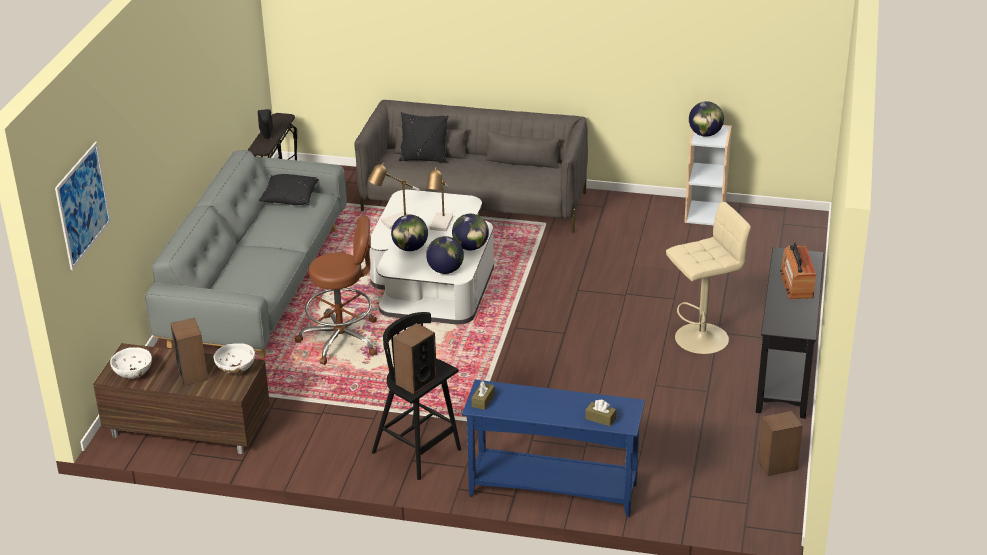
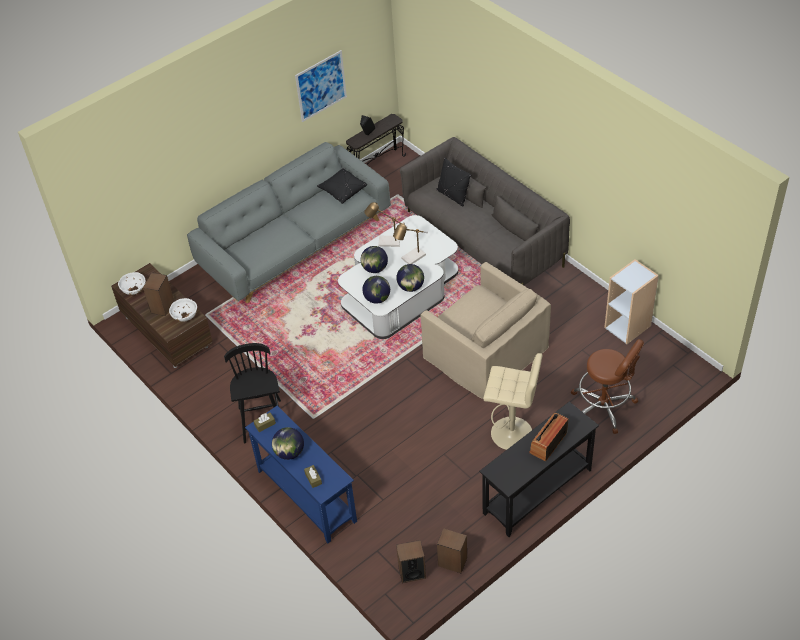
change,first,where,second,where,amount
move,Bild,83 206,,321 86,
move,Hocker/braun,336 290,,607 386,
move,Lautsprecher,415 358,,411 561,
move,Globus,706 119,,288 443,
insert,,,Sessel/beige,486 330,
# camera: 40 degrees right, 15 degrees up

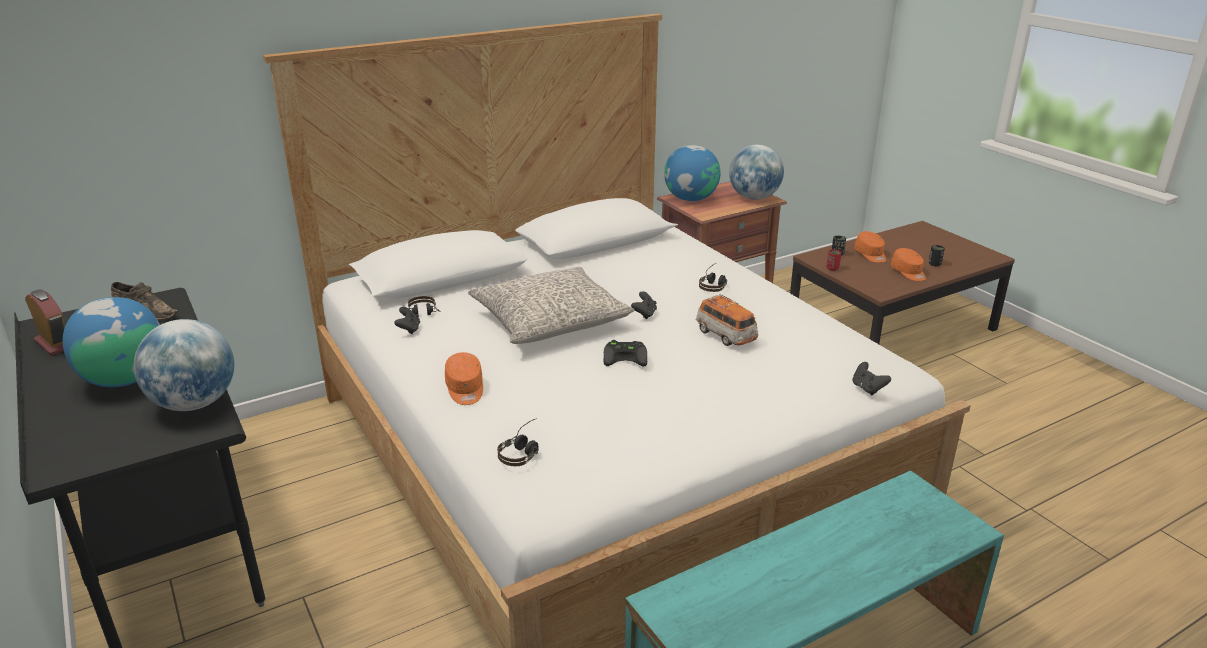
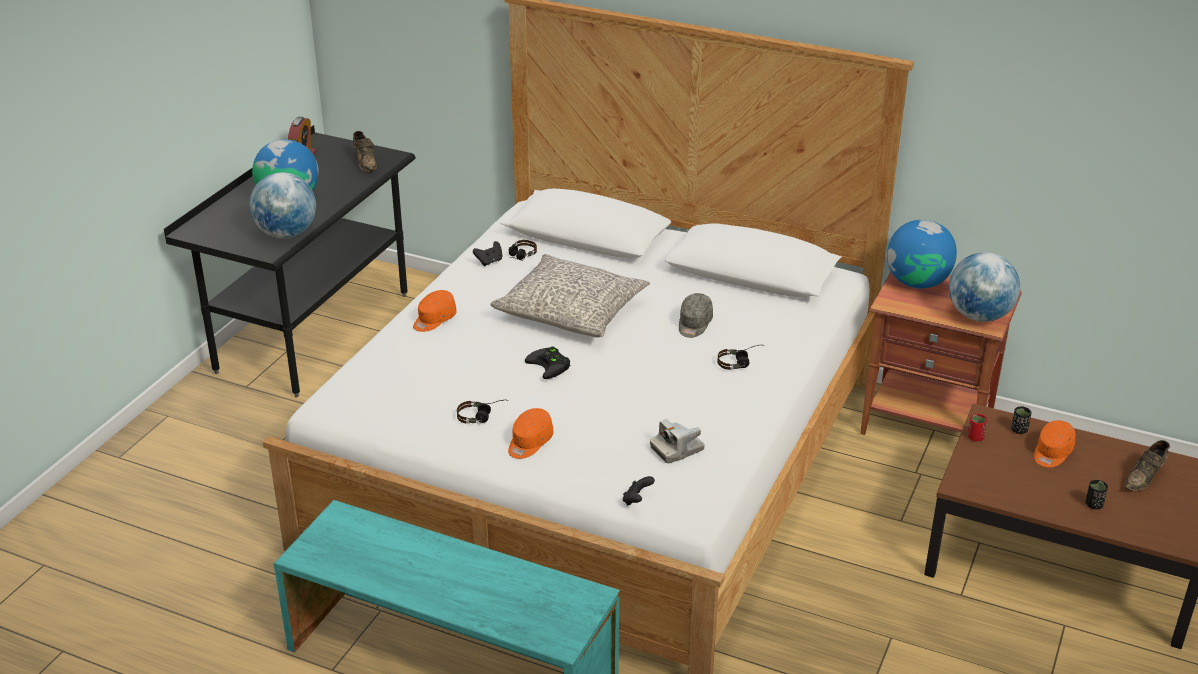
change,first,where,second,where,amount
move,Kopfhörer,518 442,,483 411,
delete,Gamepad/schwarz,644 305,,,
delete,Spielzeugauto,727 320,,,
move,Kappe/orange,908 264,,530 433,
insert,,,Kamera,677 441,
insert,,,Kappe/grau,696 315,
insert,,,Schuh/braun,1147 465,
# camera: 55 degrees right, 5 degrees up

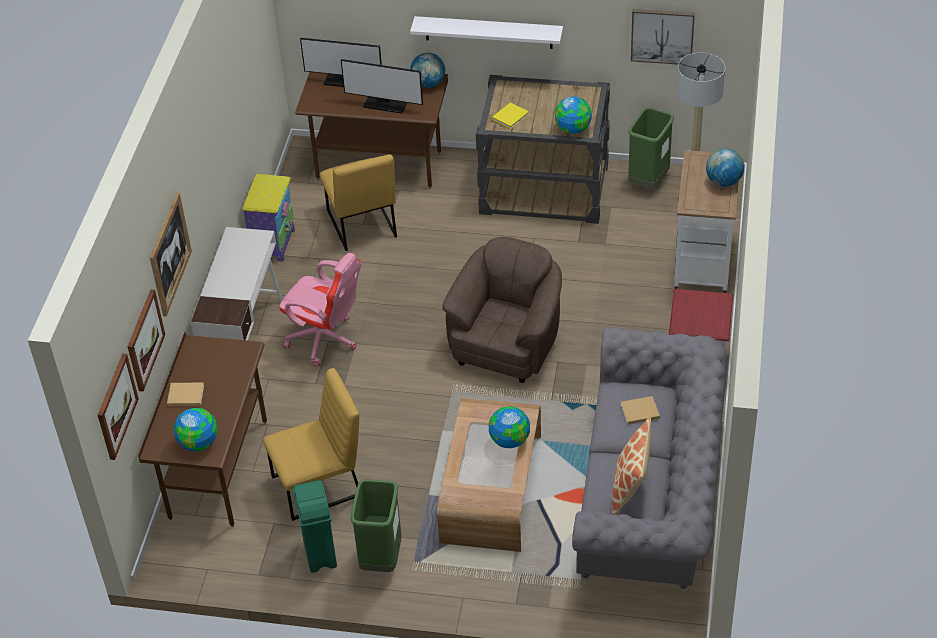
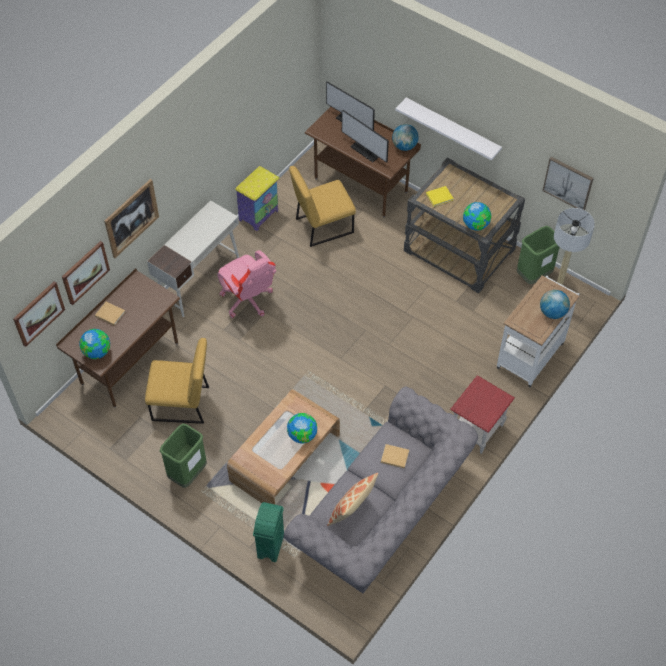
change,first,where,second,where,amount
move,Mülleimer/grün,315 526,,268 532,
rotate,Stuhl/gelb,358 203,,322 206,60 degrees clockwise
delete,Sessel/braun,502 310,,,
# camera: 25 degrees right, 10 degrees up

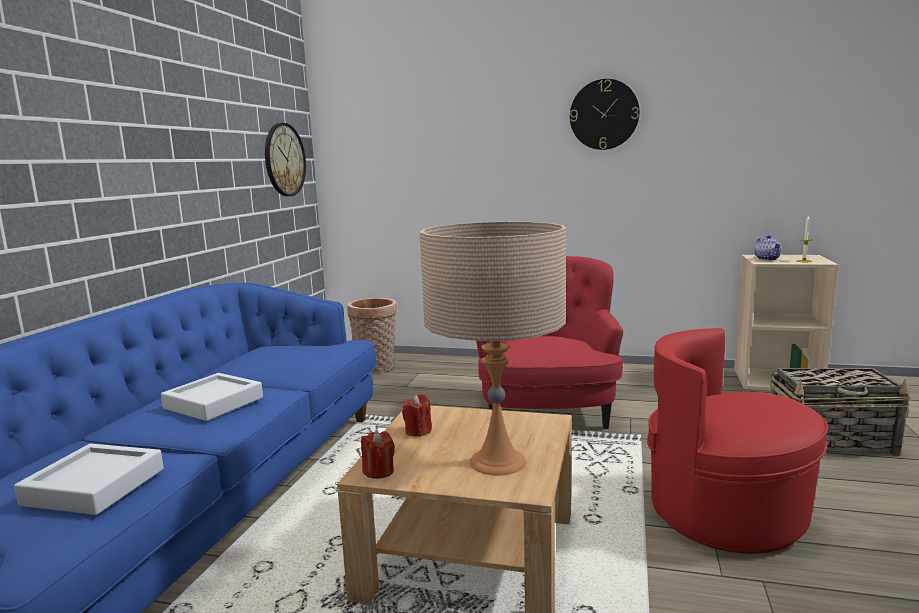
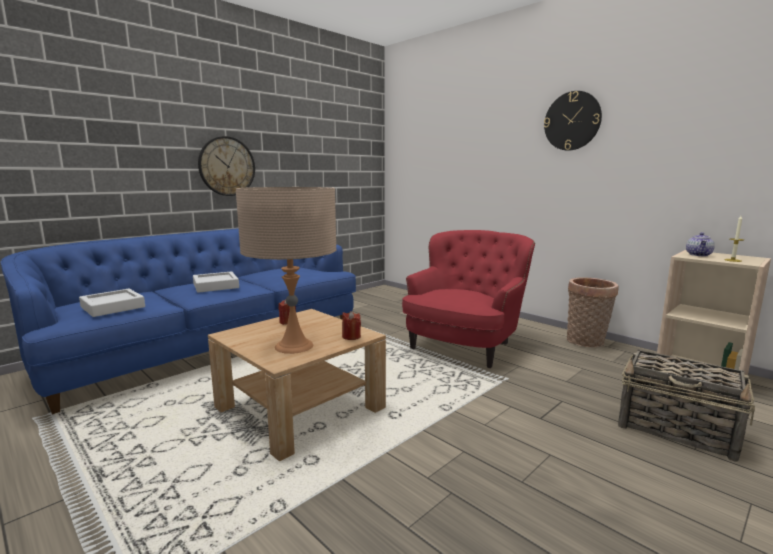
change,first,where,second,where,amount
move,Wanduhr,285 159,,226 166,
move,Korb,372 335,,593 312,
move,Kerze/rot,378 455,,351 325,
delete,Sessel/rot,737 441,,,
# camera: 30 degrees right, 0 degrees up

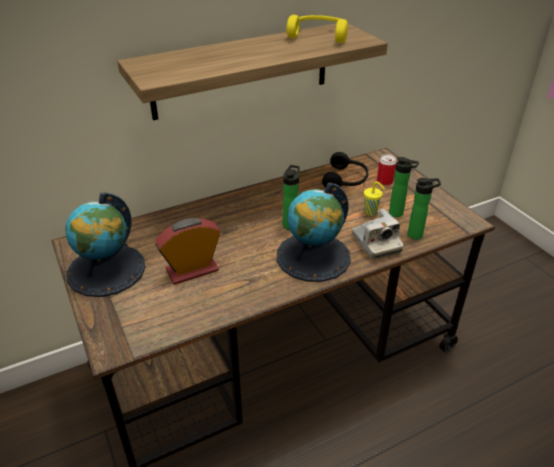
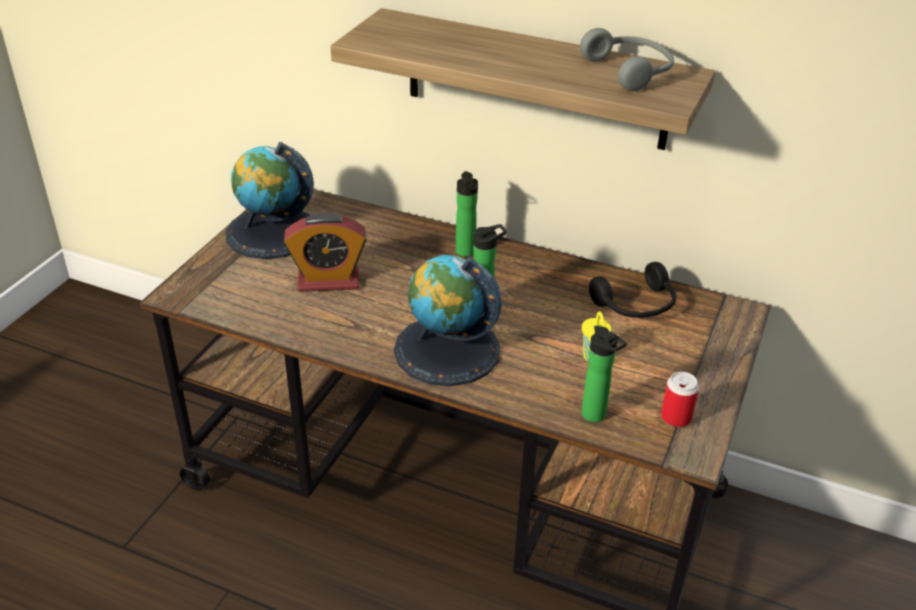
change,first,where,second,where,amount
rotate,Wecker,188 251,,325 252,150 degrees clockwise
recolor,Kopfhörer/gelb,317 29,Kopfhörer/grau,627 59,
delete,Kamera,378 234,,,
move,Dose,387 170,,680 399,
move,Flasche,404 187,,467 214,
# camera: 50 degrees right, 0 degrees up

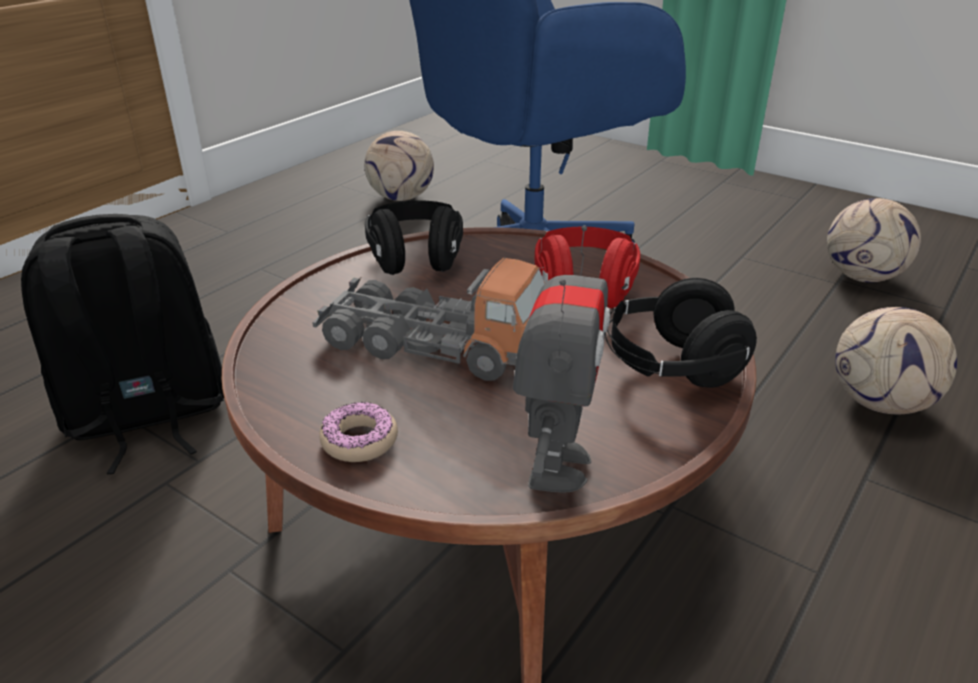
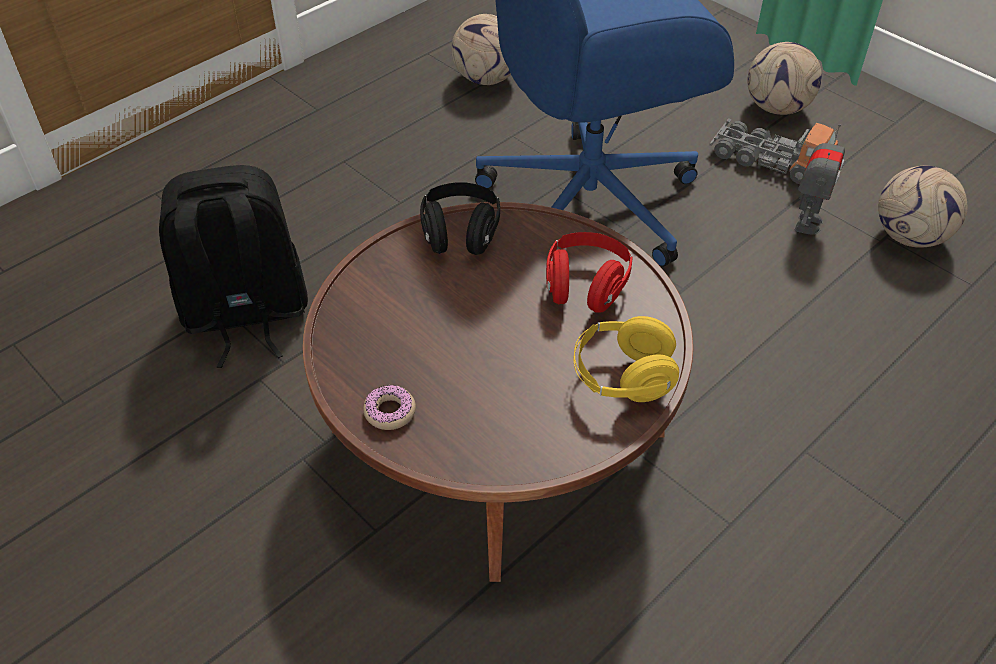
change,first,where,second,where,amount
move,Spielzeuglaster,428 319,,774 151,
move,Spielzeugroboter,561 359,,819 179,
recolor,Kopfhörer/schwarz,681 333,Kopfhörer/gelb,626 359,
move,Fußball,896 360,,784 78,
# camera: 10 degrees right, 15 degrees up

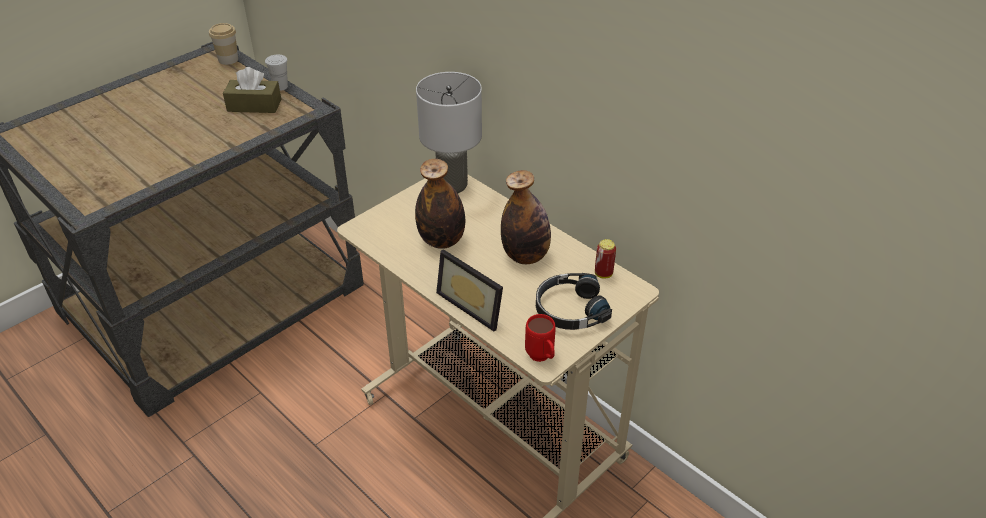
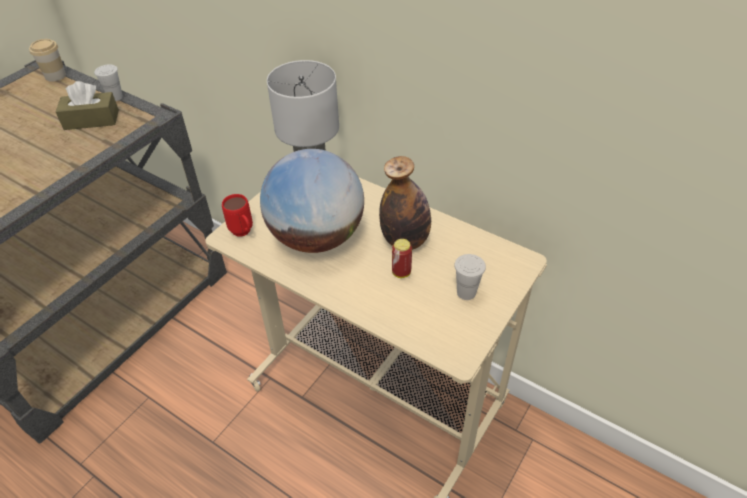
change,first,where,second,where,amount
replace,Flasche,440 204,Globus,312 201,
delete,Bilderrahmen,469 290,,,
move,Henkelbecher/rot,540 338,,237 215,
replace,Kopfhörer/schwarz,574 301,Tasse/weiß,470 277,
move,Dose,605 259,,402 258,
# camera: 10 degrees left, 5 degrees up

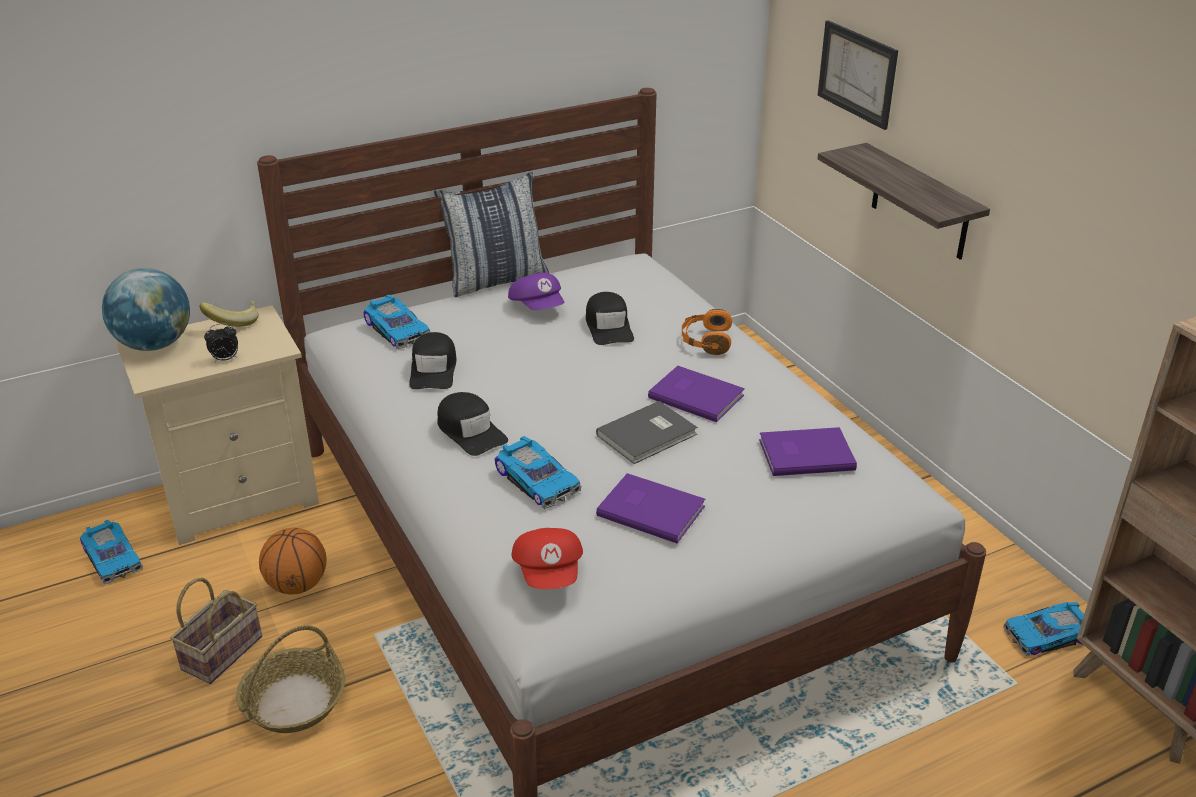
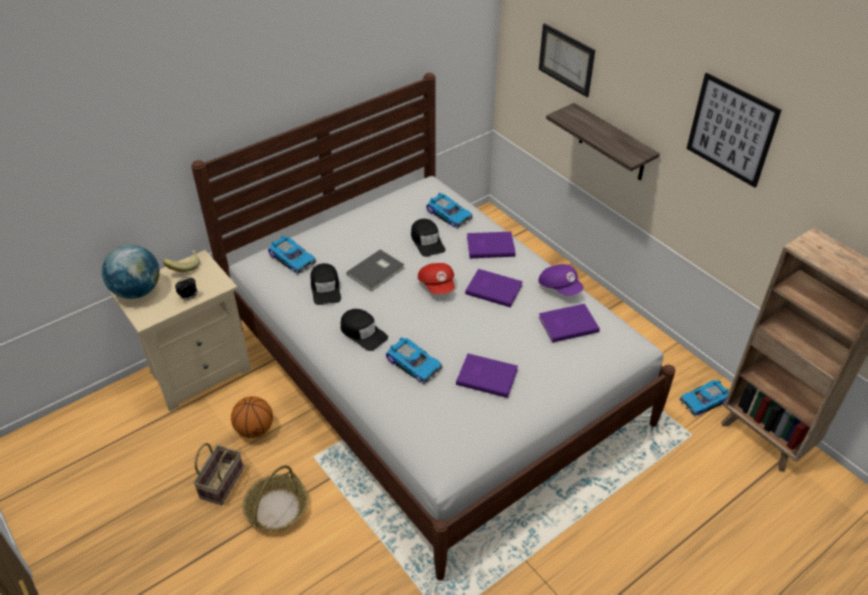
change,first,where,second,where,amount
move,Spielzeugauto,111 552,,449 211,
delete,Kissen,491 234,,,
move,Kappe/lila,536 291,,561 280,
move,Kappe/rot,547 558,,436 278,
move,Buch/grau,647 432,,375 270,
replace,Kopfhörer/orange,707 332,Buch/lila,491 245,
insert,,,Bild,733 130,
# camera: 10 degrees left, 10 degrees up

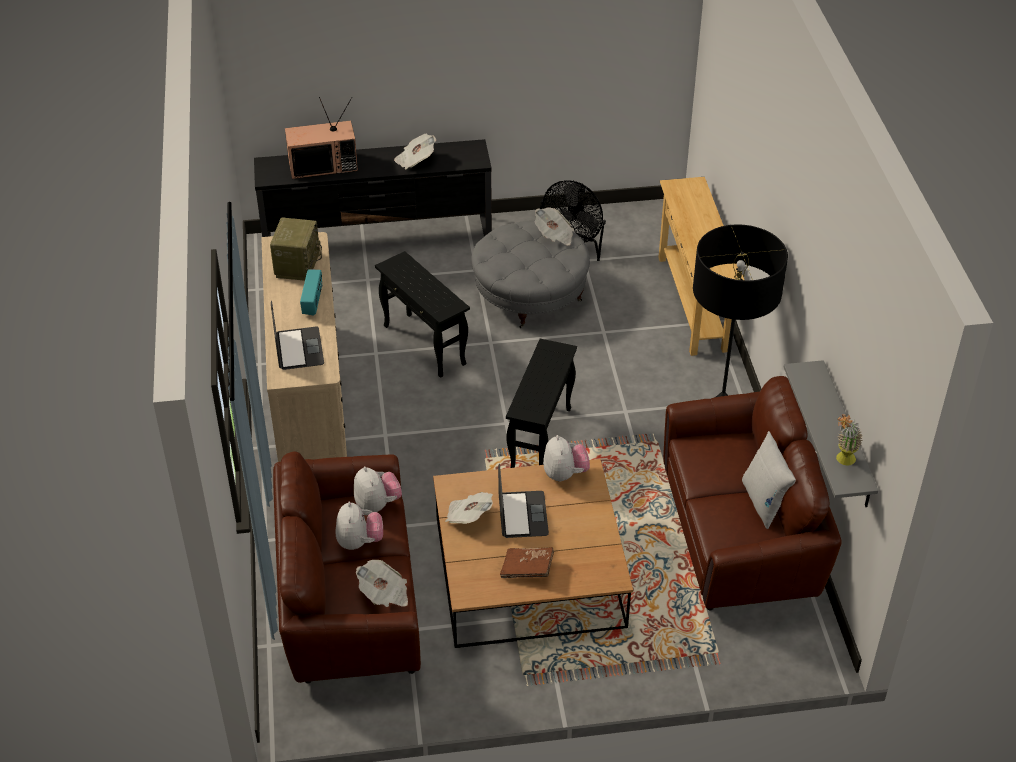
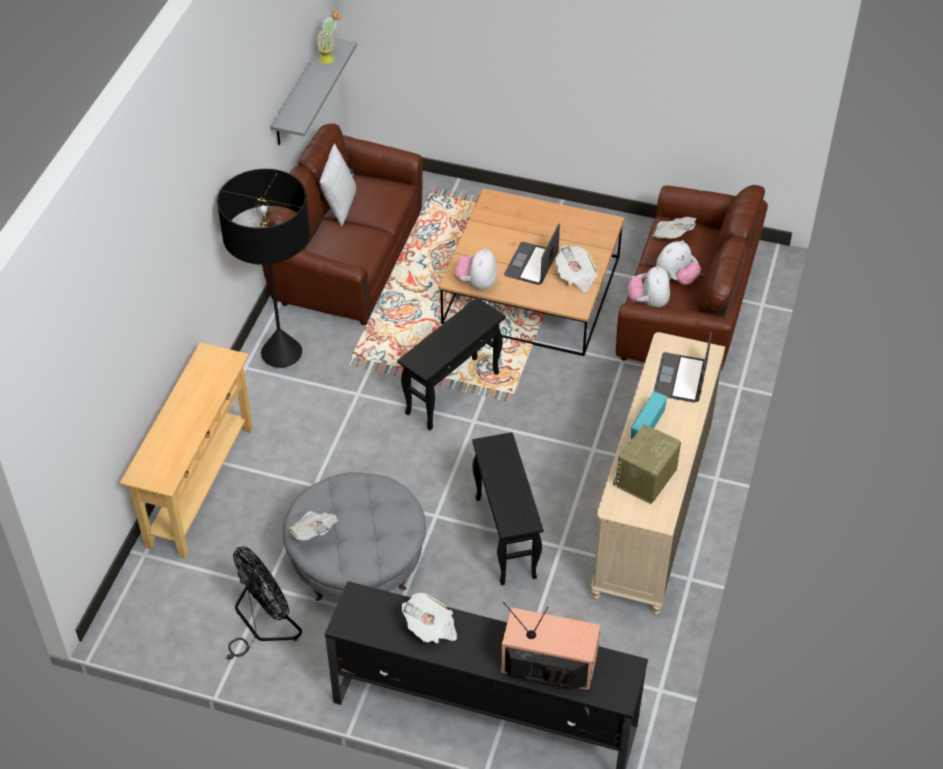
change,first,where,second,where,amount
rotate,Plüschtier,359 526,,678 262,150 degrees counterclockwise
delete,Buch/braun,527 562,,,
# camera: 155 degrees left, 5 degrees up

